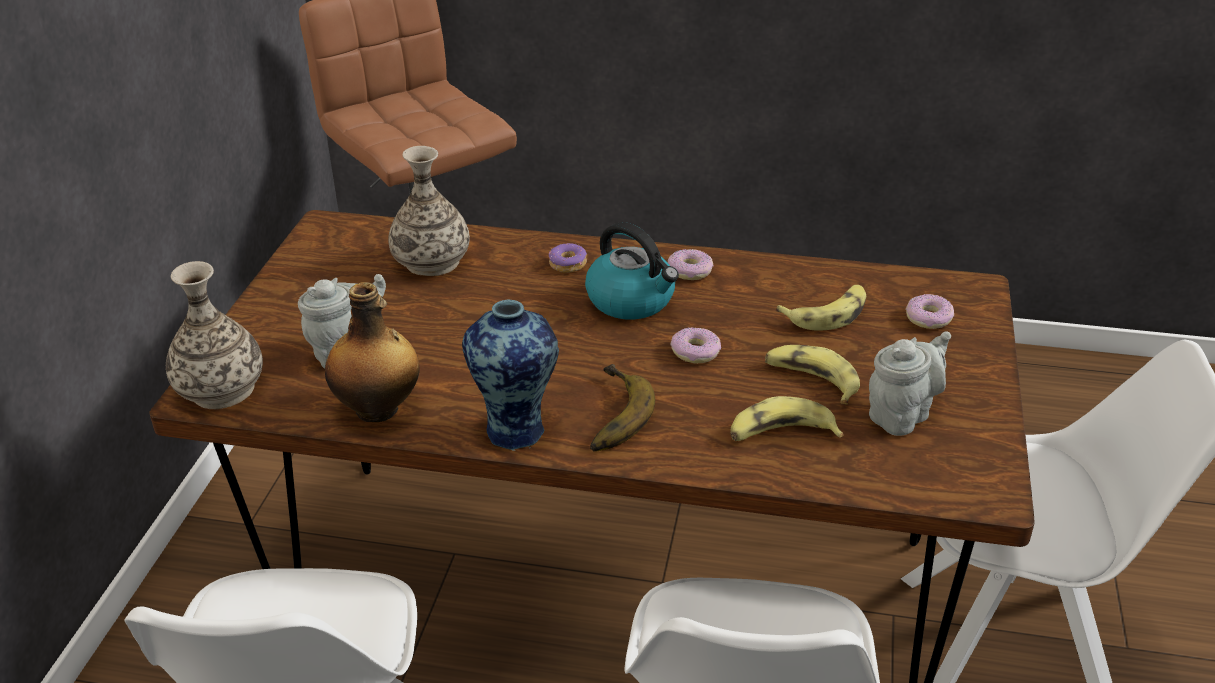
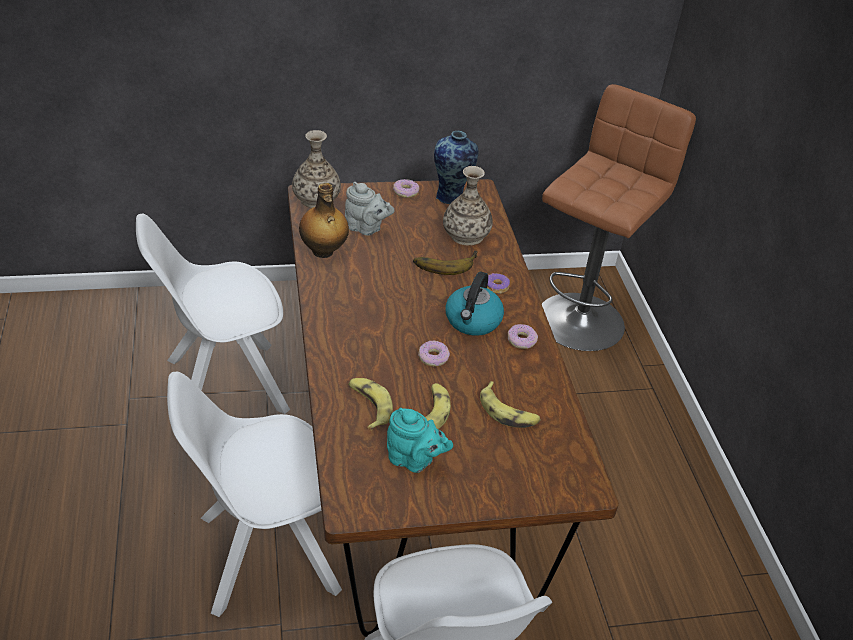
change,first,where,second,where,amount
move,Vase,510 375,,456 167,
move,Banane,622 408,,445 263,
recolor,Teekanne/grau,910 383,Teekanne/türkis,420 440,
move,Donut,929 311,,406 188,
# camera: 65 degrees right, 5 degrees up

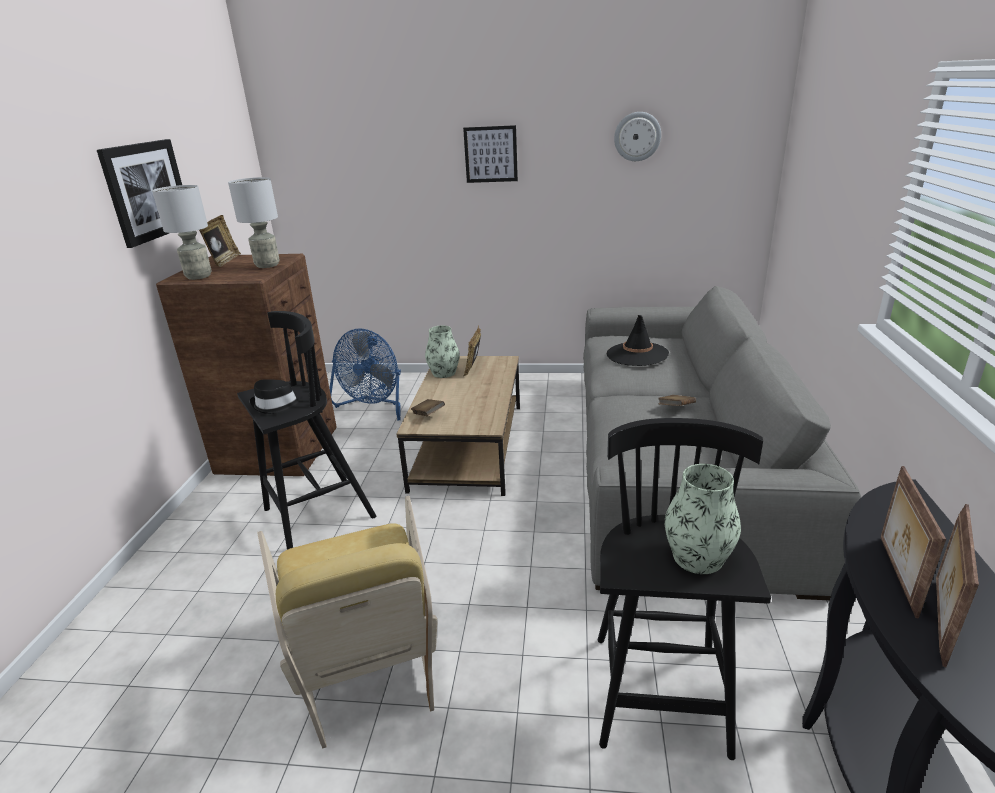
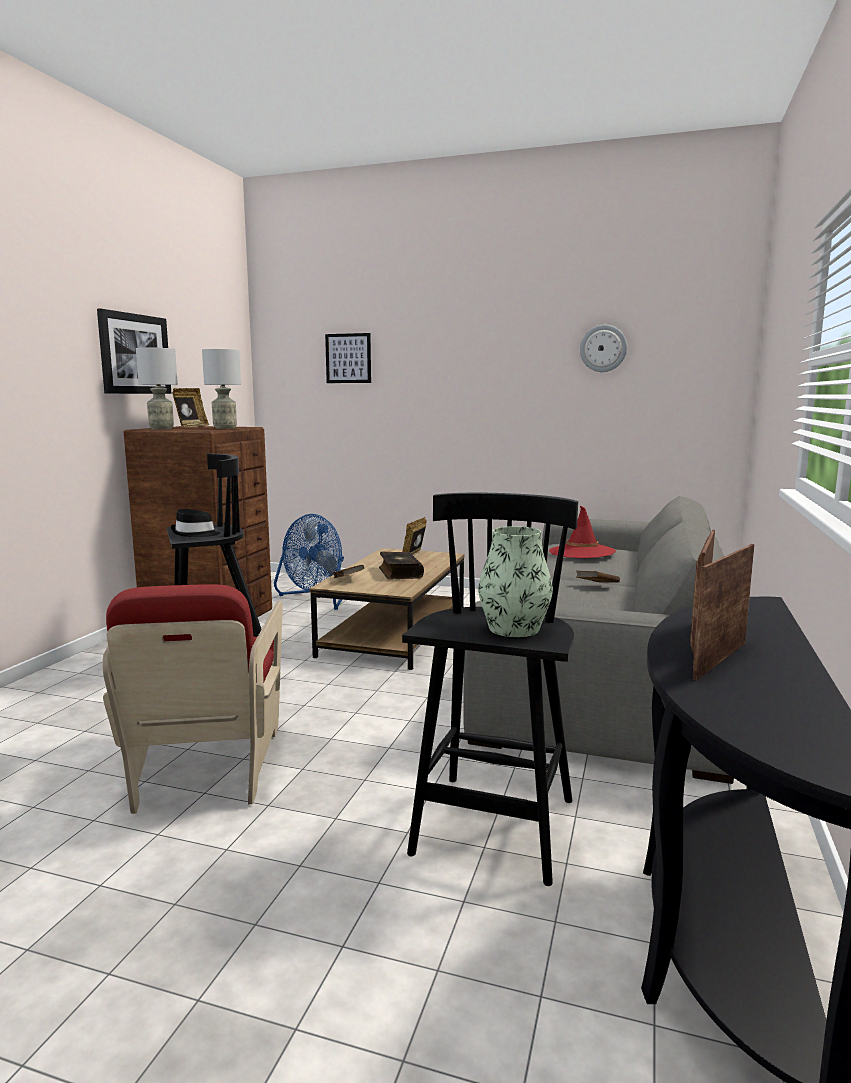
change,first,where,second,where,amount
recolor,Sessel/gelb,347 622,Sessel/rot,192 699,
delete,Vase,442 351,,,
move,Bild,490 154,,348 358,
recolor,Hut/schwarz,638 340,Hut/rot,582 532,
insert,,,Buch,401 565,
# camera: 10 degrees right, 15 degrees down

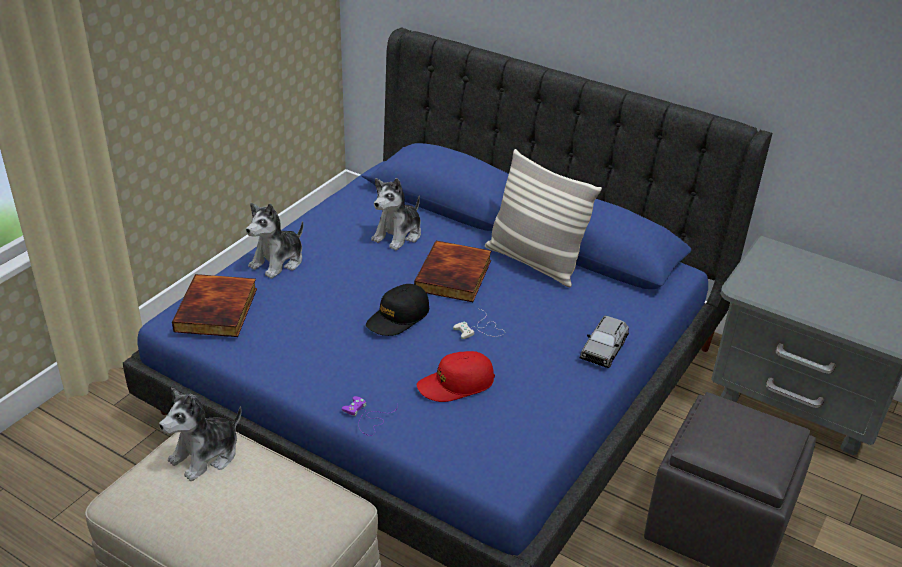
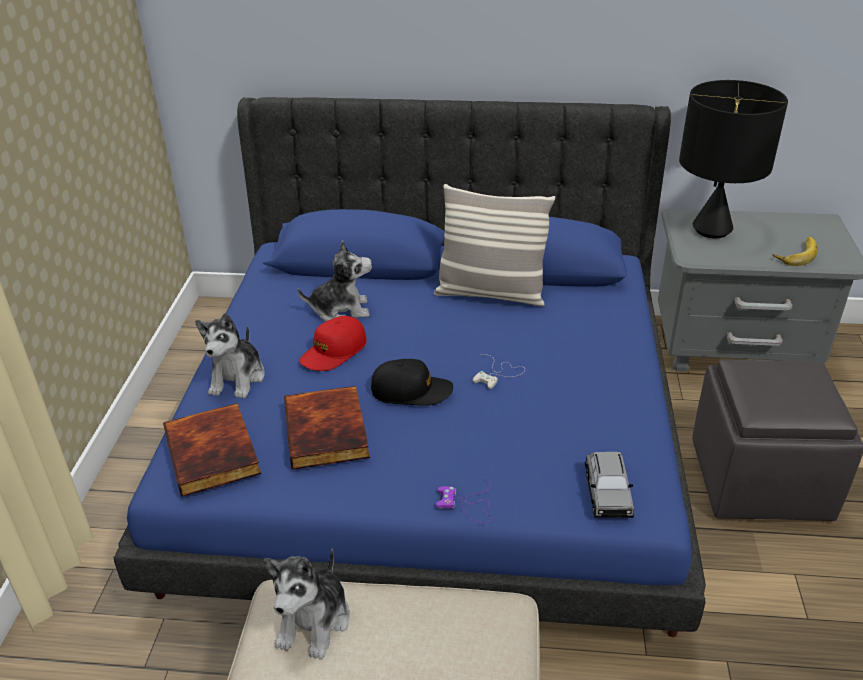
change,first,where,second,where,amount
rotate,Kappe/schwarz,397 310,,412 382,105 degrees counterclockwise
rotate,Plüschtier,396 214,,335 280,105 degrees counterclockwise
move,Buch,452 271,,327 428,
move,Kappe/rot,456 376,,333 343,
move,Spielzeugauto/grau,604 341,,609 485,
insert,,,Tischlampe/schwarz,733 159,
insert,,,Banane,795 251,
# camera: 25 degrees left, 0 degrees up

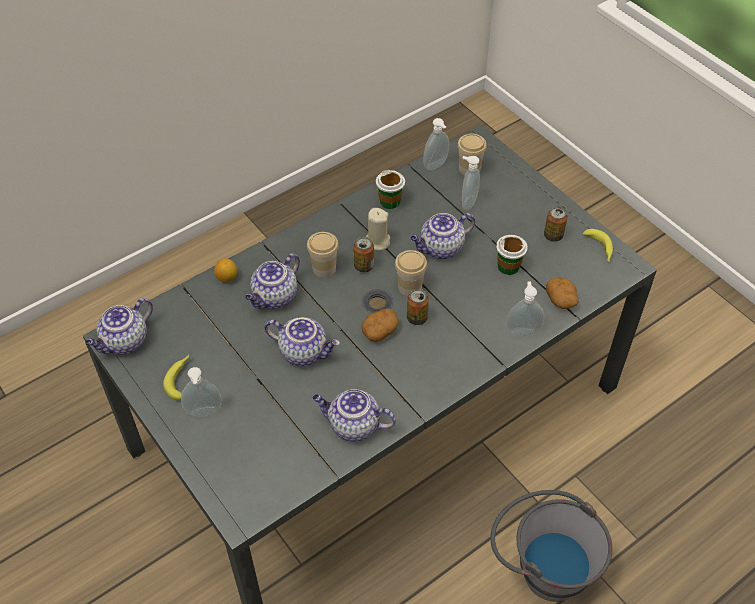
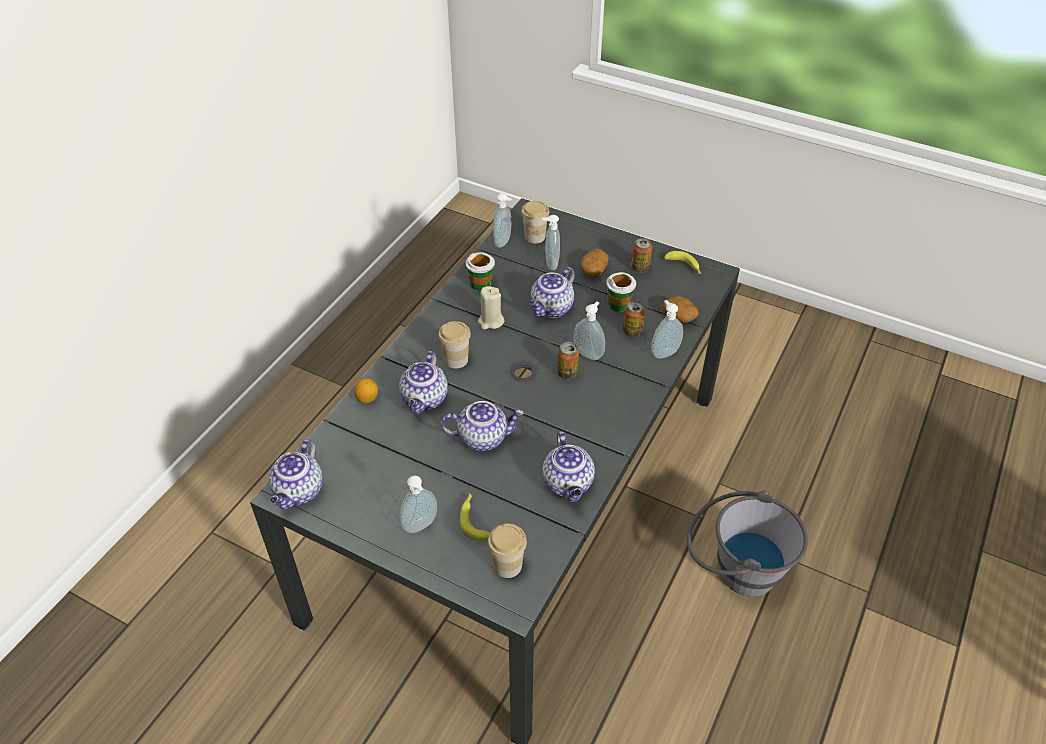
change,first,where,second,where,amount
move,Banane,176 377,,475 517,
rotate,Teekanne,354 415,,568 466,90 degrees counterclockwise
move,Dose,363 254,,634 319,
move,Kartoffel,380 325,,594 262,
move,Tasse,411 273,,507 551,
insert,,,Seifenspender,589 330,
# camera: 25 degrees left, 5 degrees down

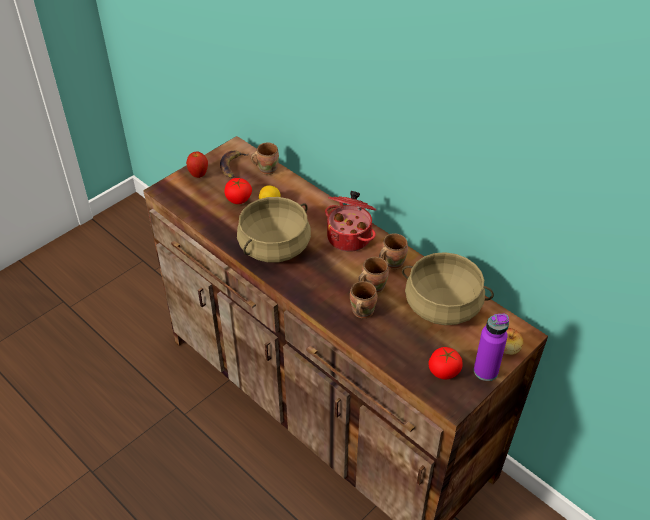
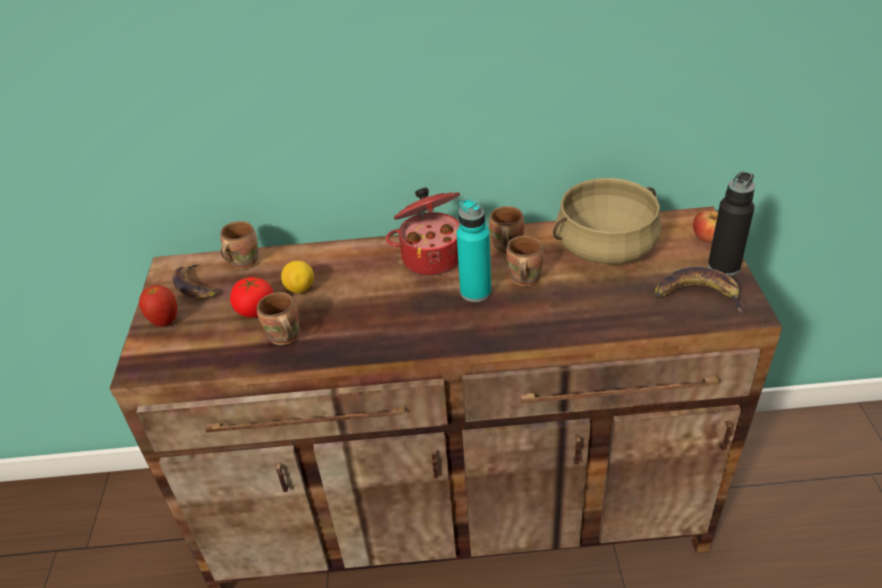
change,first,where,second,where,amount
delete,Kochtopf/beige,274 230,,,
move,Henkelbecher/braun,363 299,,278 318,
replace,Tomate,445 363,Banane,699 290,
recolor,Flasche/lila,491 347,Flasche/schwarz,731 223,
insert,,,Flasche/türkis,474 250,
# camera: 45 degrees left, 5 degrees down

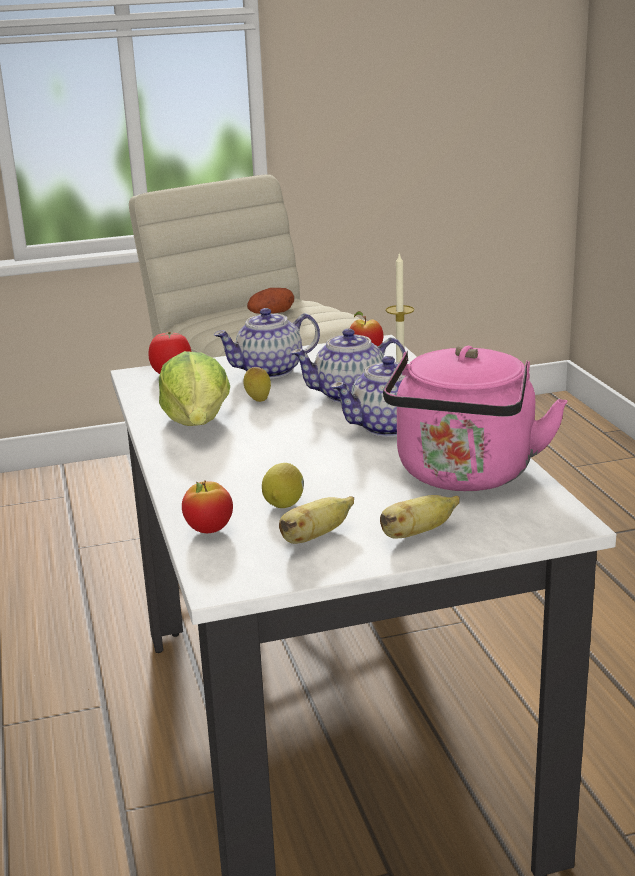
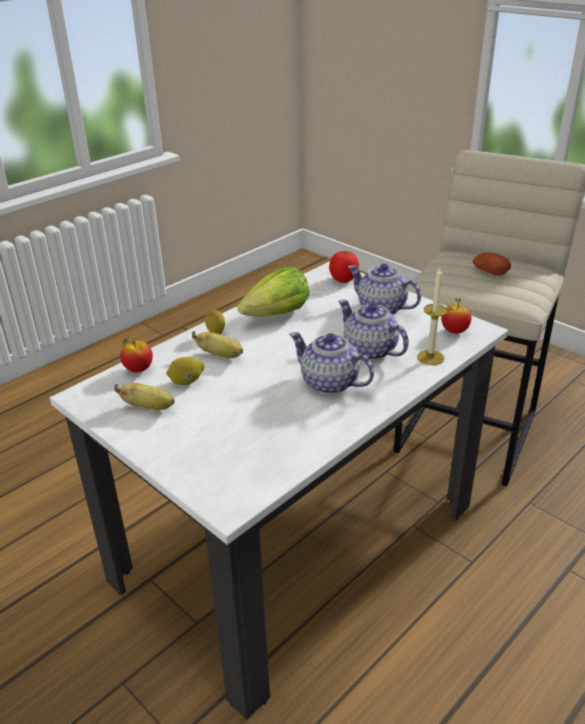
change,first,where,second,where,amount
move,Zitrone,257 384,,215 322,
move,Banane,420 517,,217 344,
delete,Wasserkessel/rosa,475 418,,,
# camera: 60 degrees right, 10 degrees up

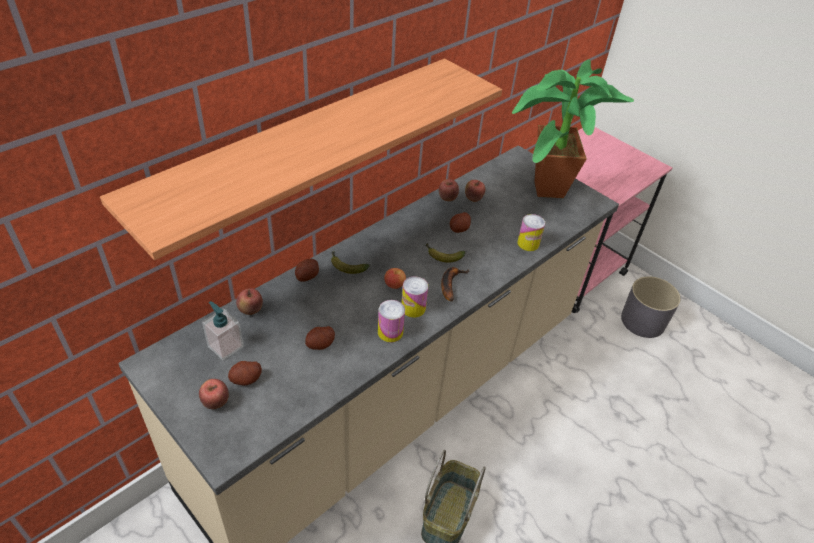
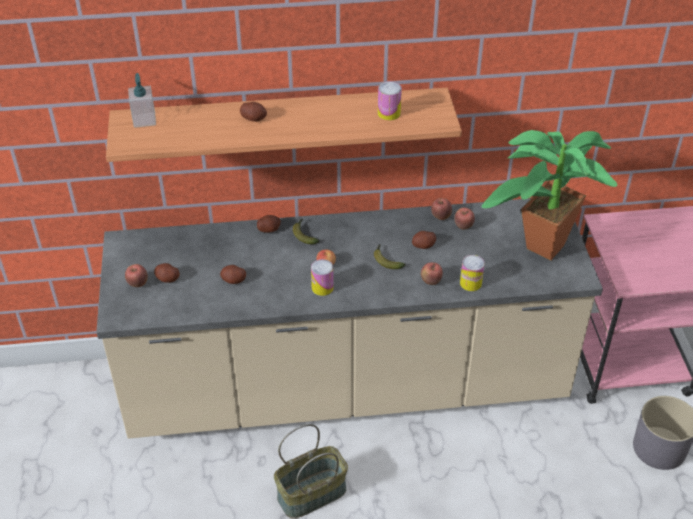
change,first,where,second,where,amount
move,Seifenspender,223 330,,142 100,
move,Apfel,249 301,,432 273,
move,Dose,391 321,,390 101,
delete,Banane,455 284,,,
insert,,,Kartoffel,253 112,
# camera: 40 degrees right, 0 degrees up

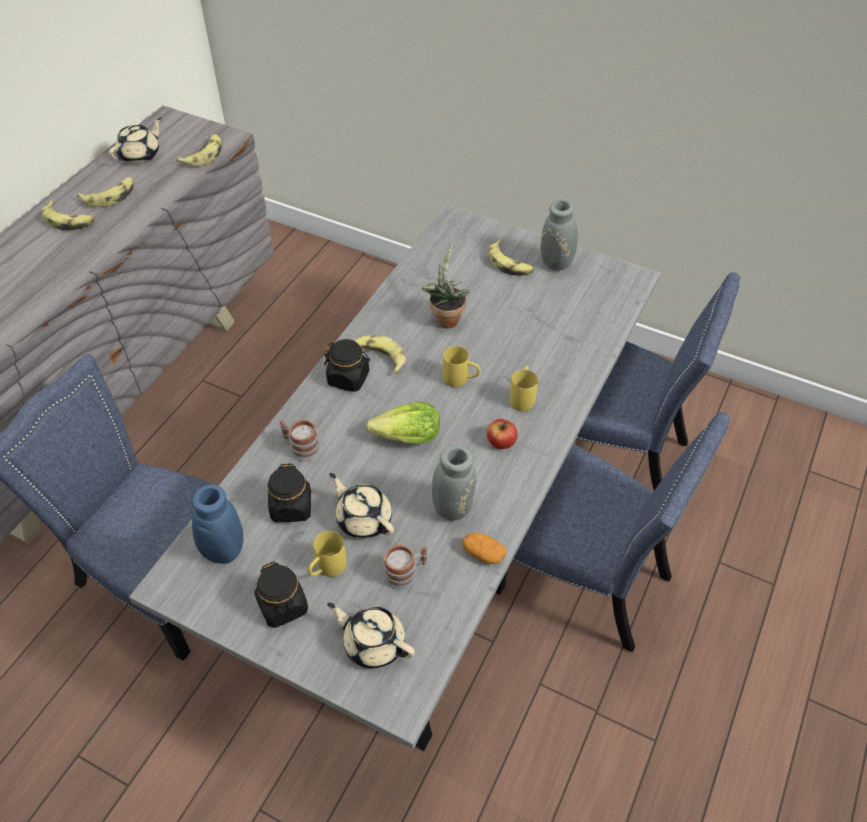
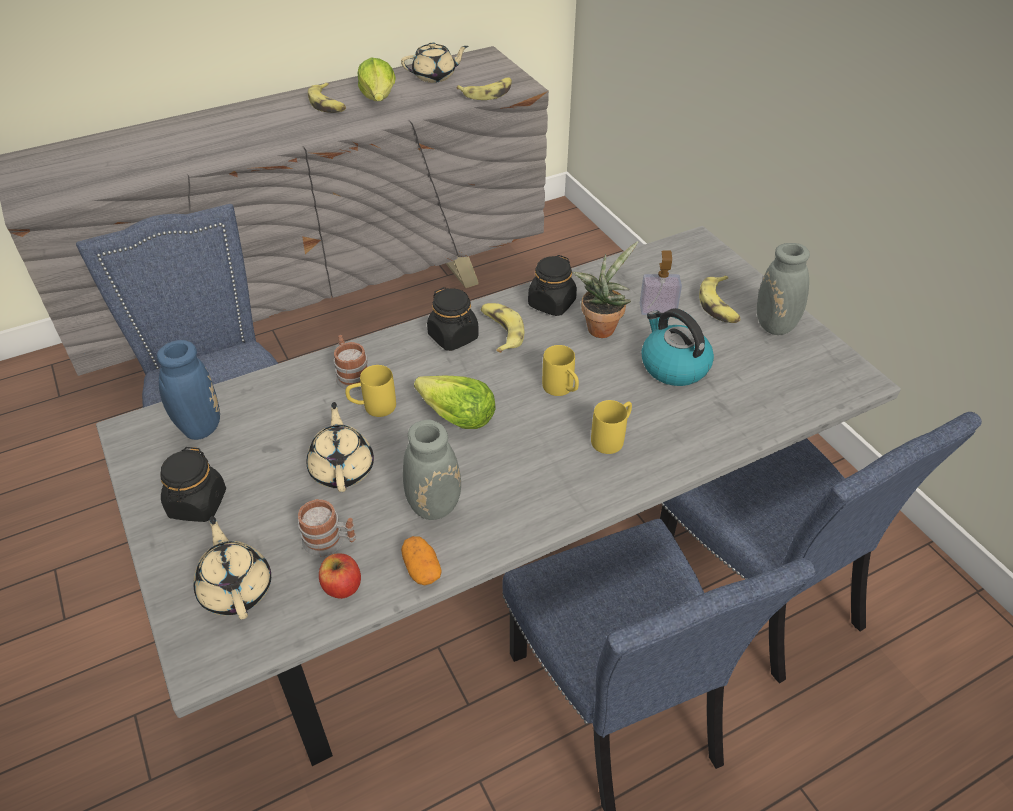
change,first,where,second,where,amount
replace,Banane,105 192,Salatkopf,377 79,
move,Vorratsglas/schwarz,289 492,,552 285,
move,Henkelbecher/gelb,327 554,,370 391,
move,Apfel,502 434,,340 576,
insert,,,Seifenspender,661 282,
insert,,,Wasserkessel,677 347,
# camera: 35 degrees right, 5 degrees down

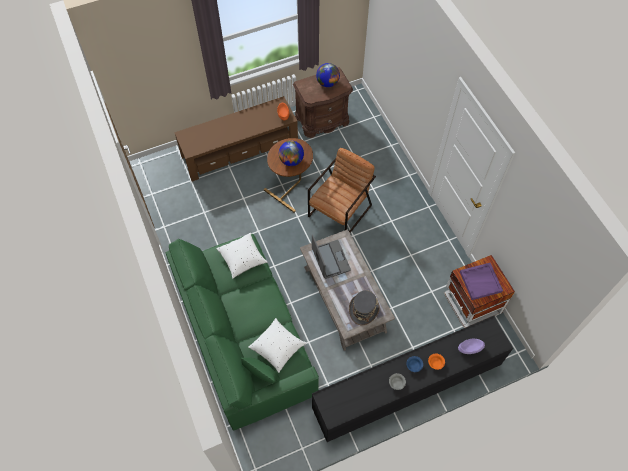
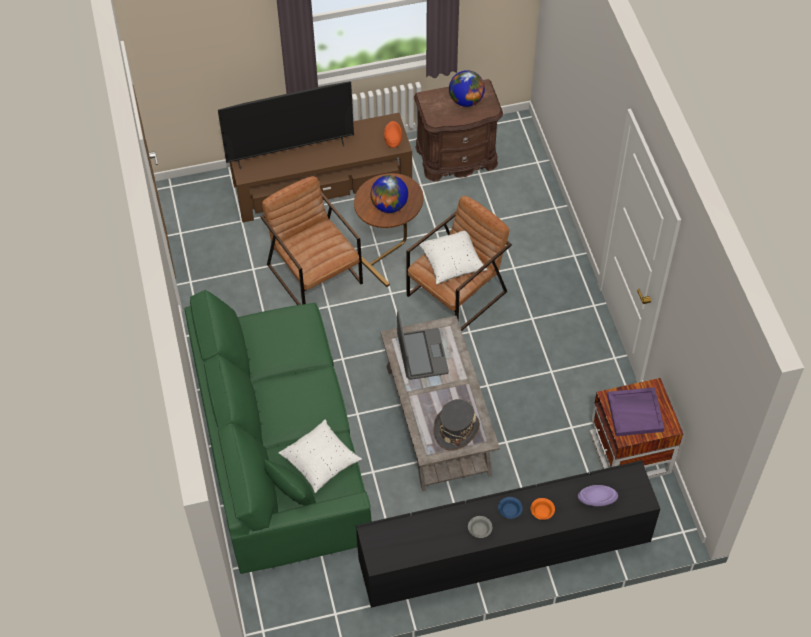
change,first,where,second,where,amount
move,Kissen/weiß,241 256,,453 257,
insert,,,Fernseher,286 125,
insert,,,Sessel/braun,312 240,
# camera: 10 degrees right, 5 degrees down

